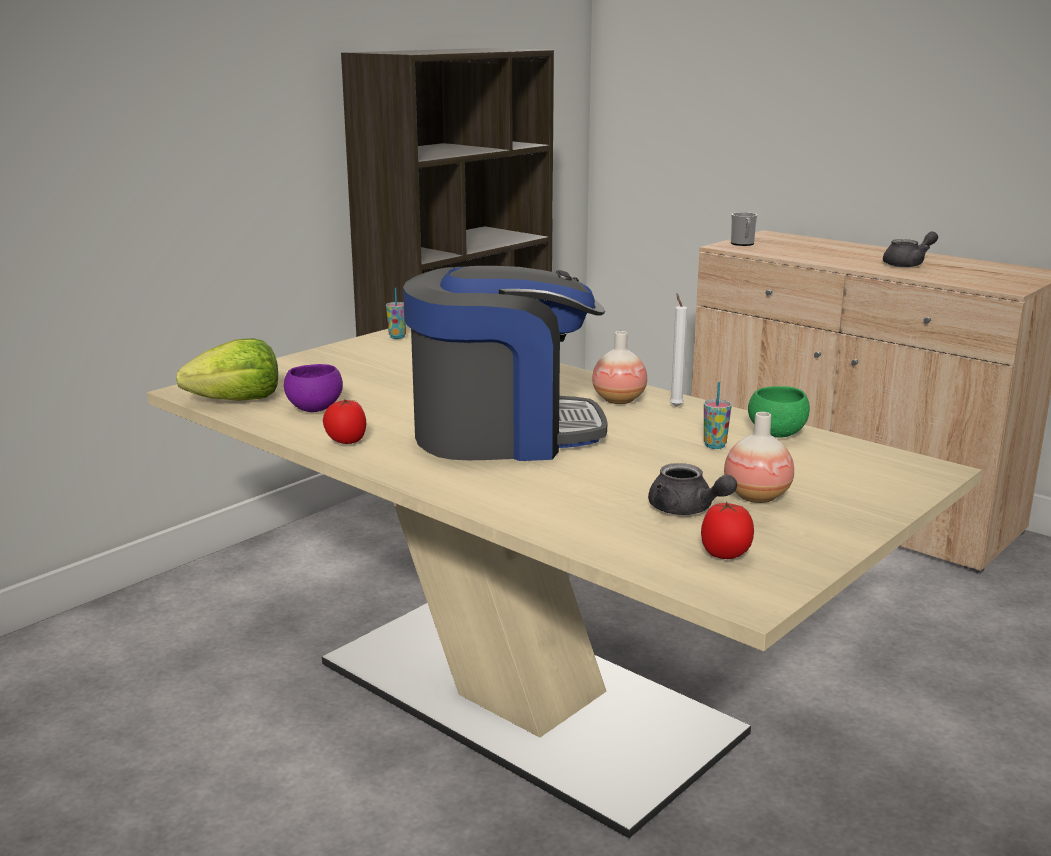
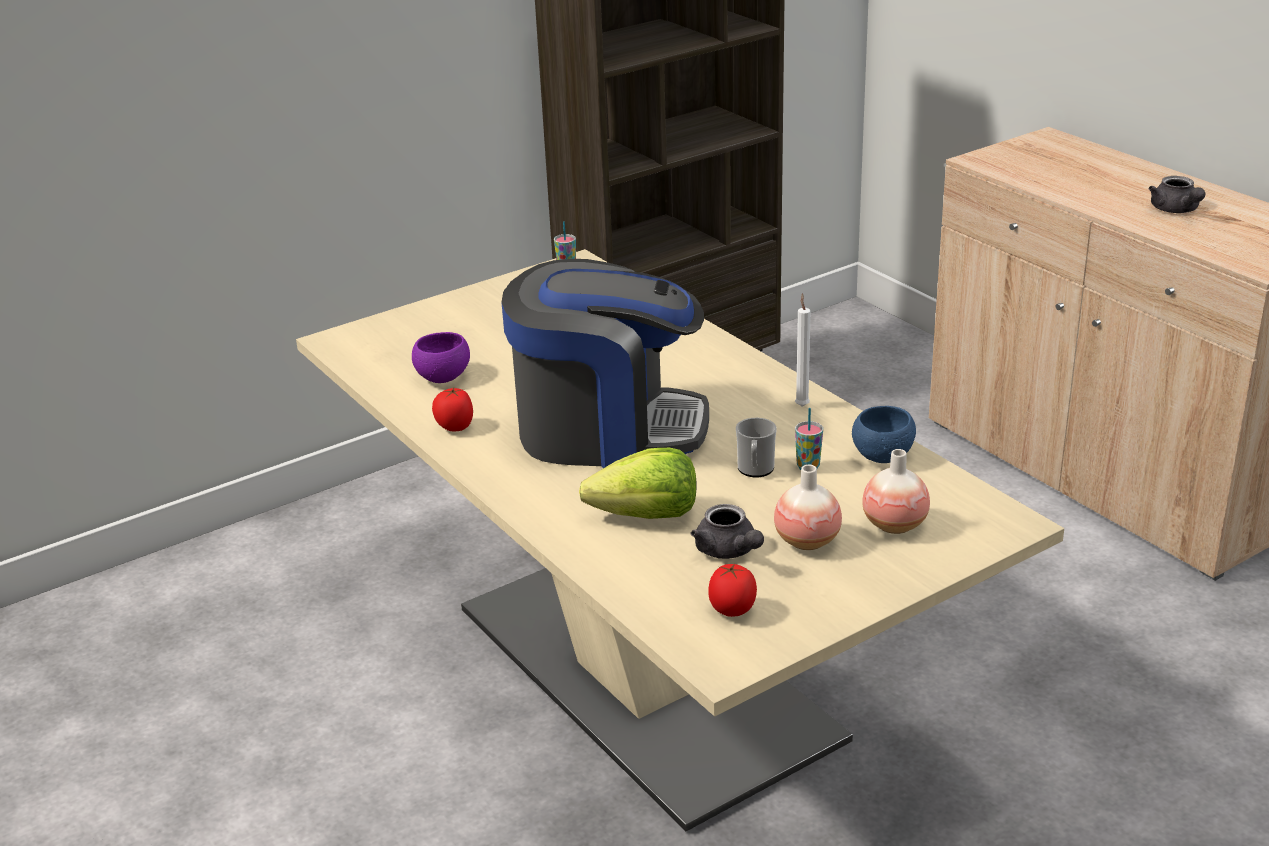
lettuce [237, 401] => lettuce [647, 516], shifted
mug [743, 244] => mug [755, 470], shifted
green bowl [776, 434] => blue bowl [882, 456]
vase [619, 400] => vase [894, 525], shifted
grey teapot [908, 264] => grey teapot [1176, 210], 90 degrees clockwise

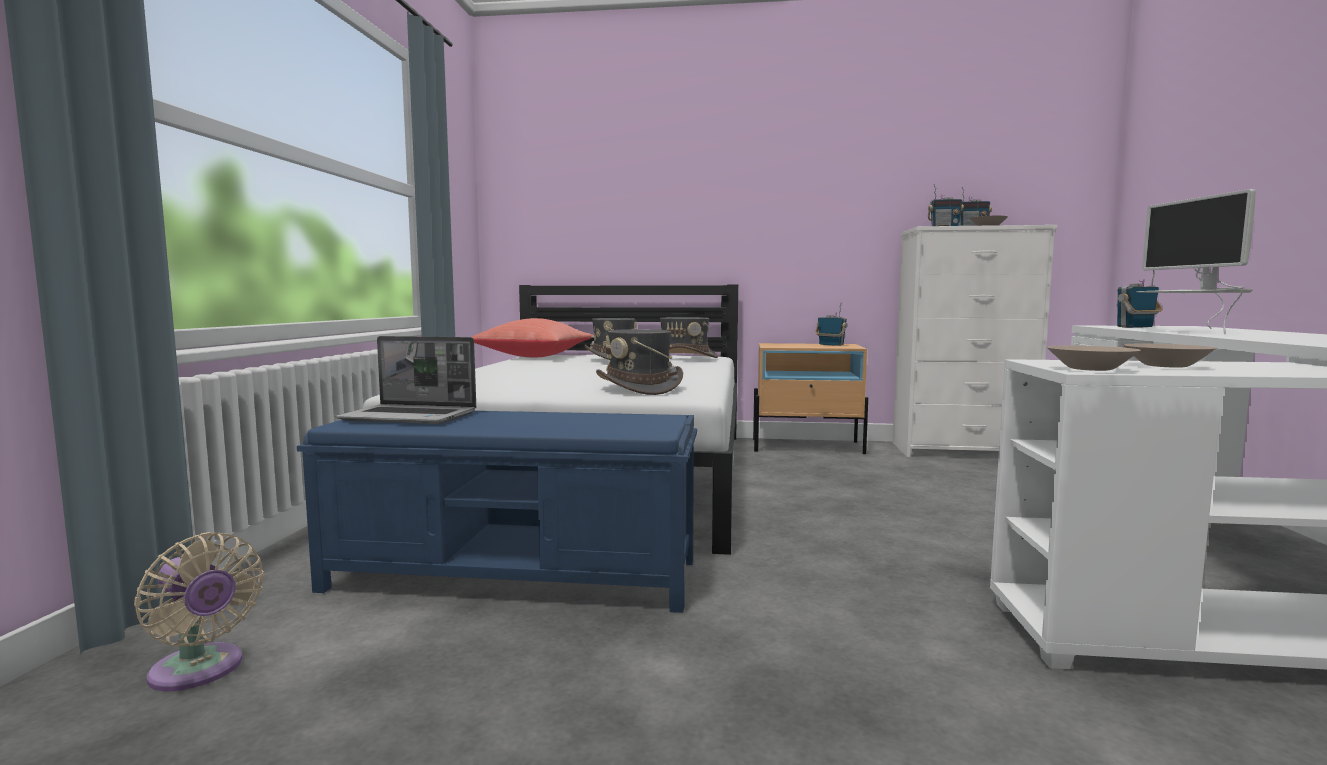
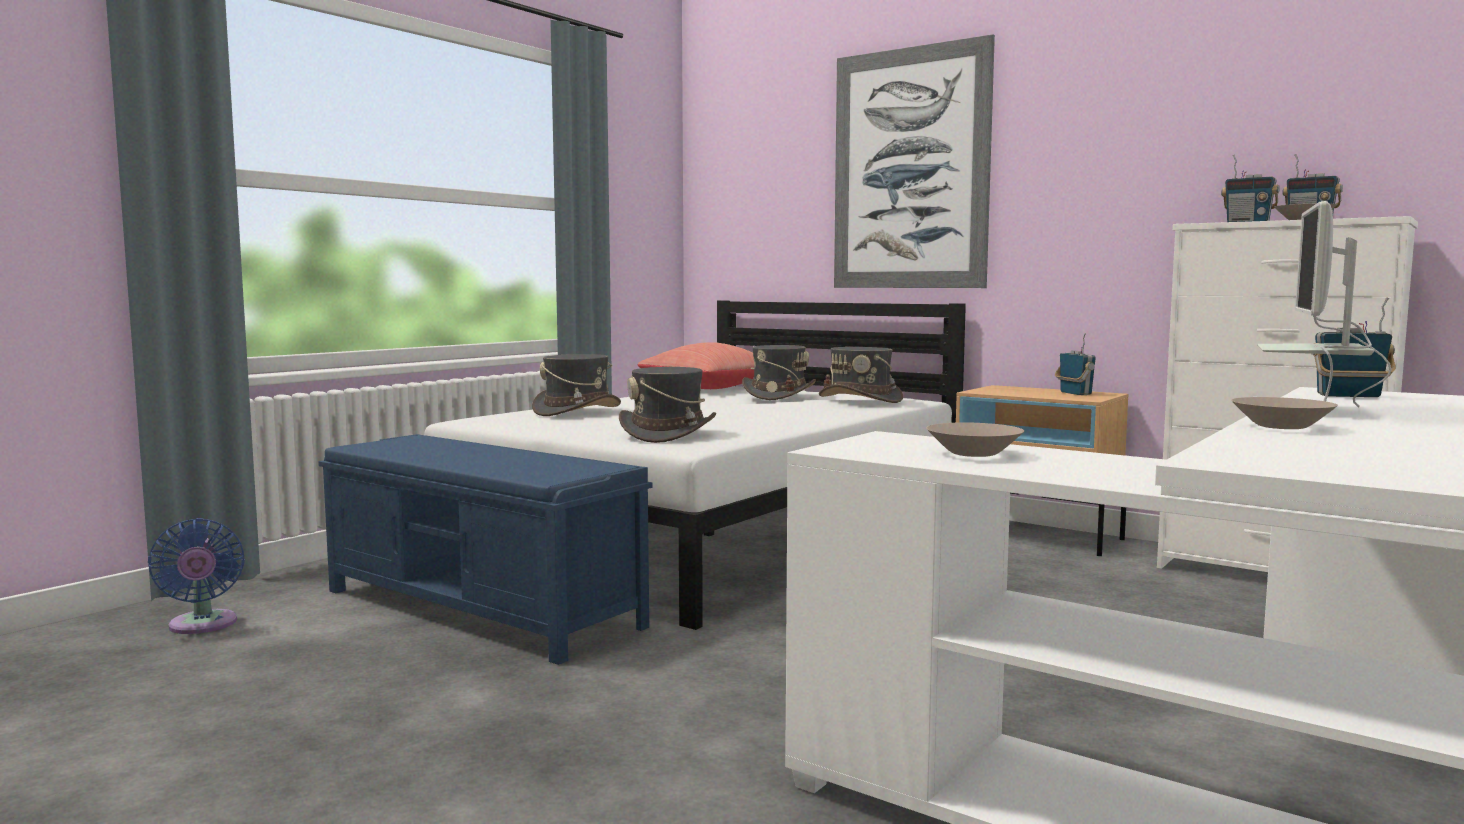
beige fan [200, 671] => blue fan [202, 626]
nothing => grey hat [577, 411]
nothing => picture [910, 169]
beige bowl [1091, 369] => beige bowl [1282, 427], shifted
laptop [411, 417] => nothing

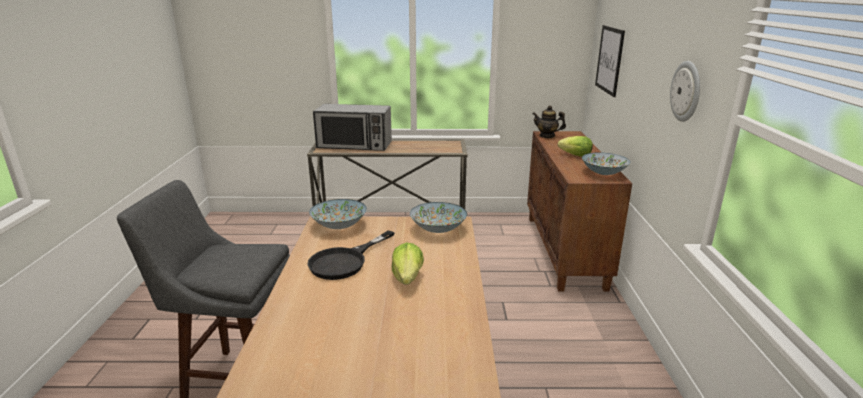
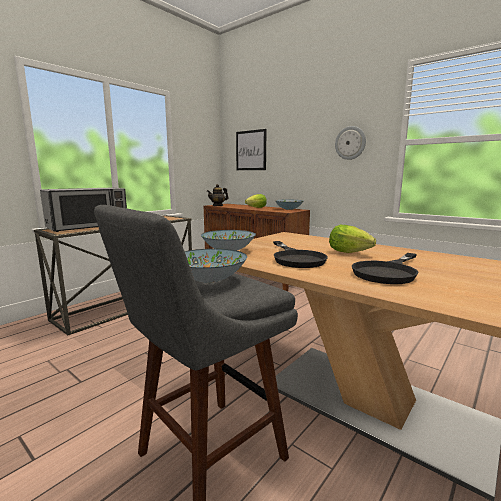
bowl [438, 229] => bowl [209, 279], shifted
nothing => black frying pan [388, 272]

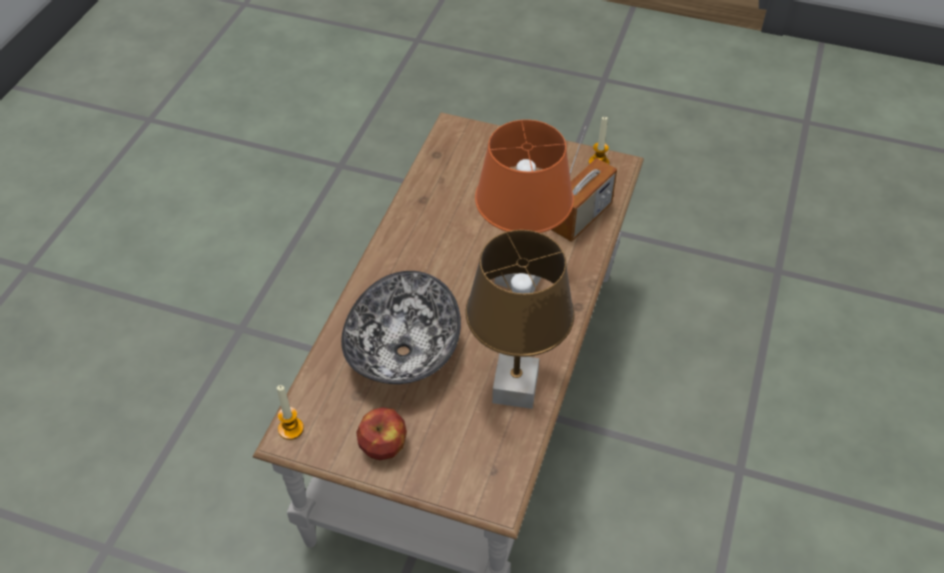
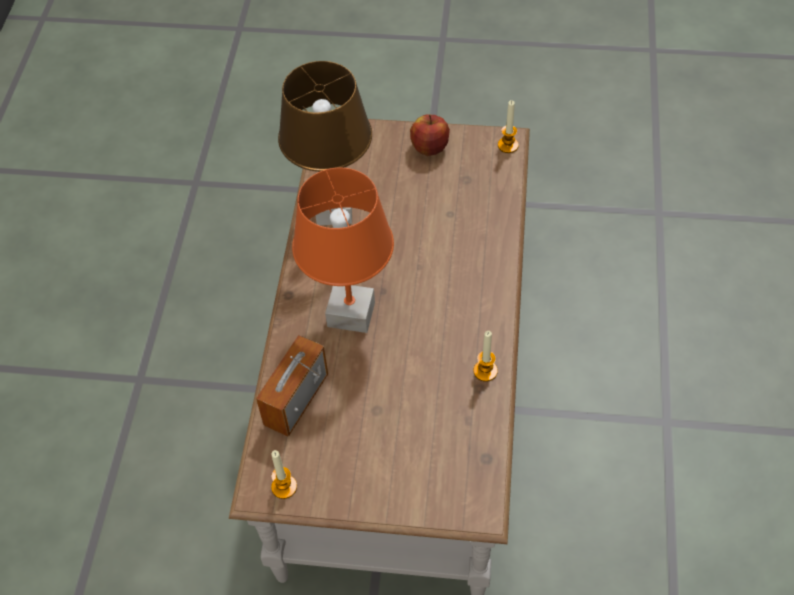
nothing => candle [485, 371]
bowl [402, 351] => nothing

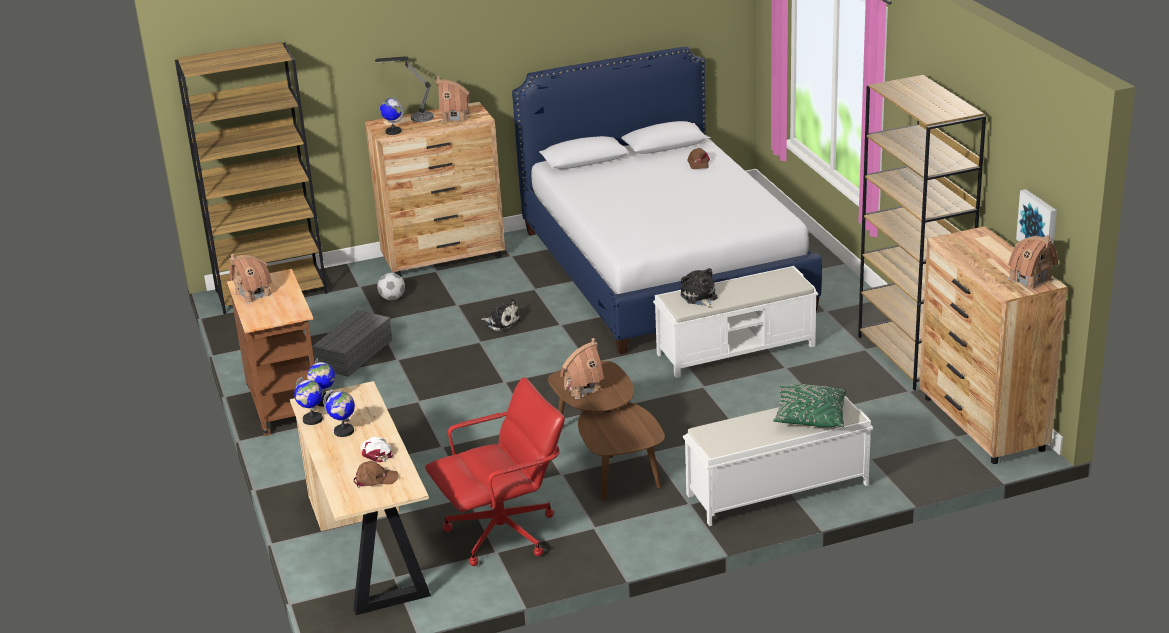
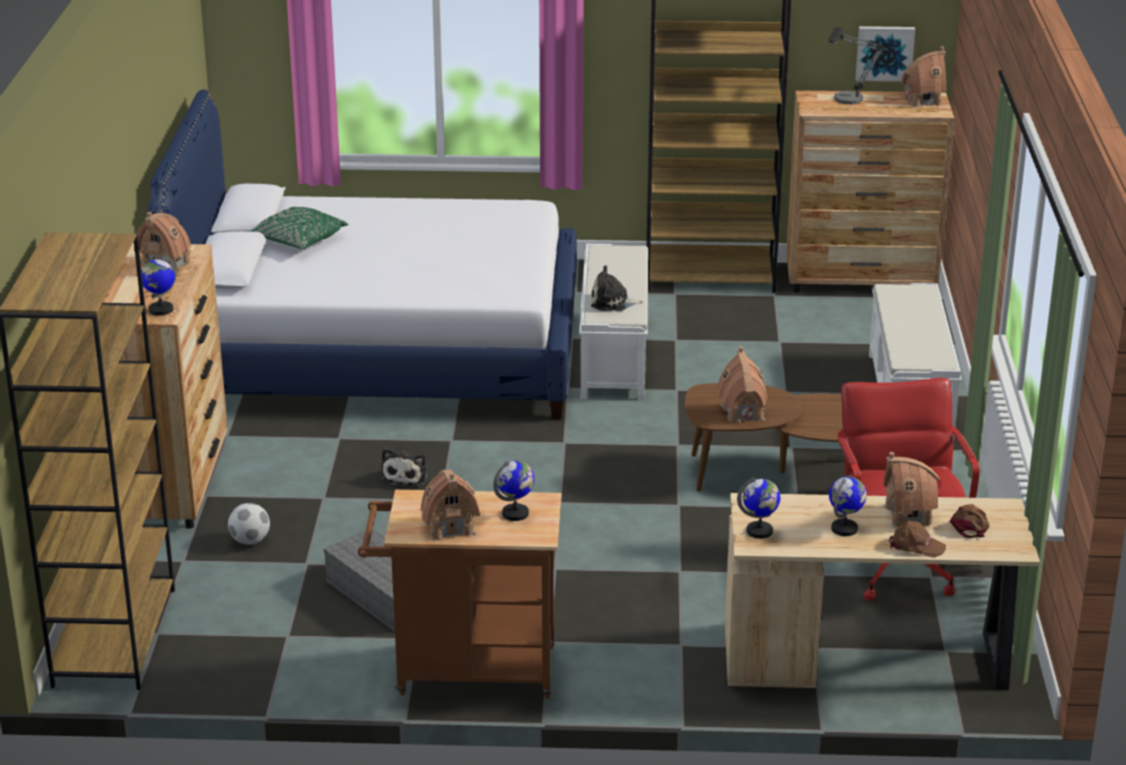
green pillow [810, 417] => green pillow [298, 241], shifted
plush toy [501, 322] => plush toy [406, 476], 135 degrees clockwise
globe [312, 419] => globe [515, 514], shifted
table lamp [415, 117] => table lamp [845, 102], shifted
white cap [376, 452] => toy house [908, 515]
brown cap [698, 163] => brown cap [916, 546], shifted

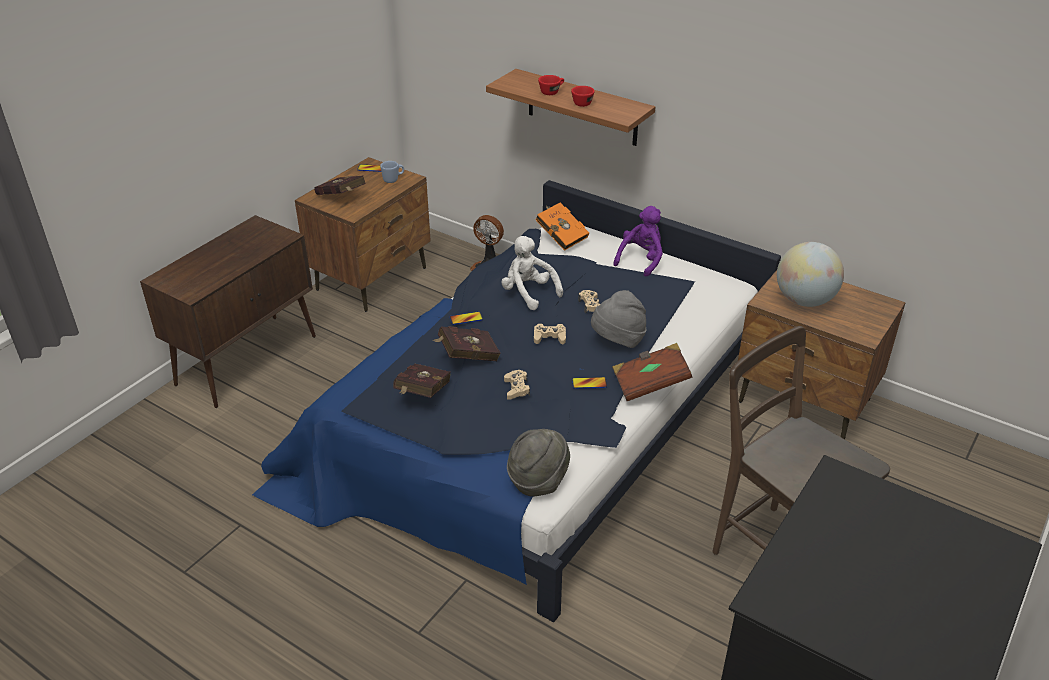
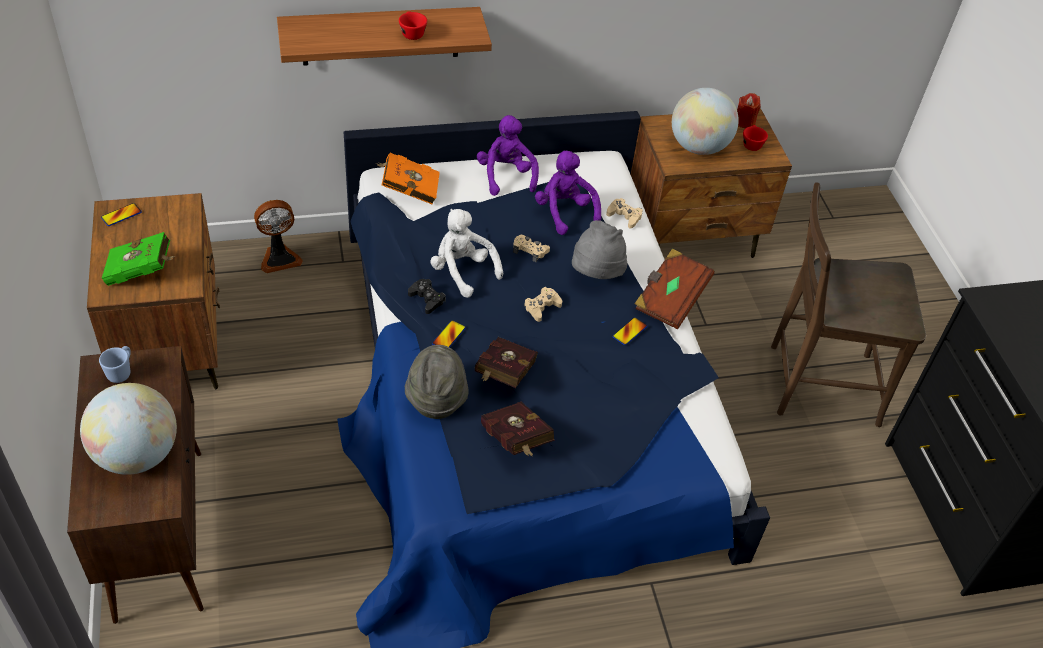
nothing => globe [137, 455]
blue mug [393, 179] => blue mug [121, 372], shifted
red book [342, 198] => green book [142, 272]
grey hat [538, 480] => grey hat [436, 398], shifted
nothing => black game controller [427, 299]
white plush toy [528, 293] => white plush toy [462, 271], 45 degrees clockwise
nothing => purple plush toy [564, 212]
beige game controller [516, 388] => beige game controller [624, 216], shifted
nothing => red candle [744, 122]
red cup [551, 92] => red cup [751, 144], shifted

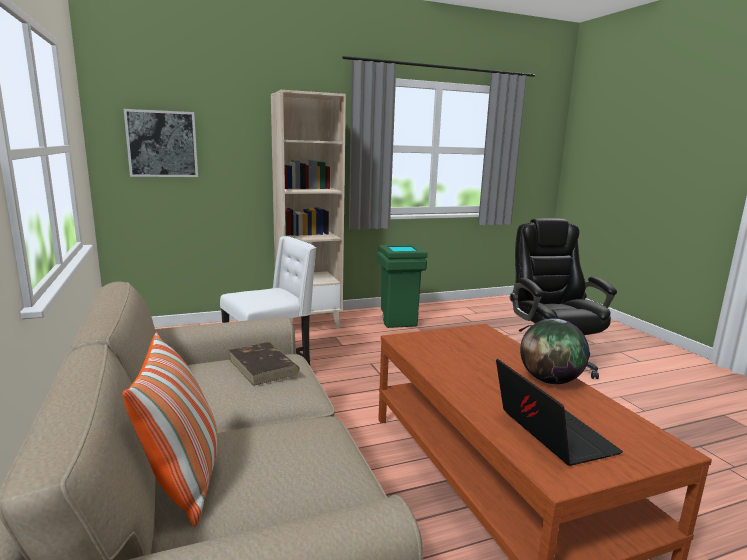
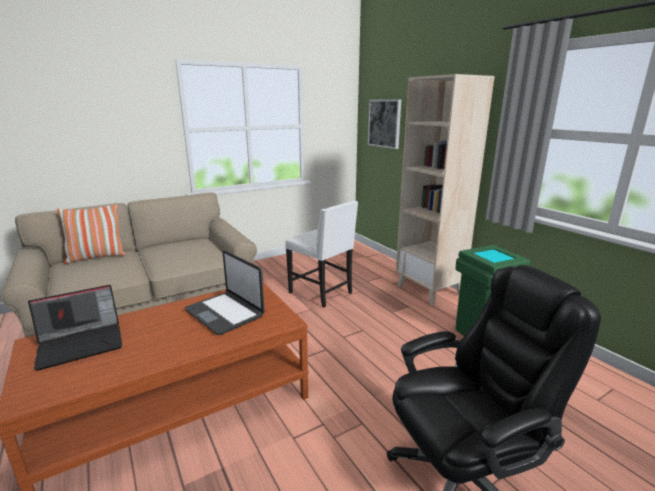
nothing => laptop [225, 313]
brown book [263, 367] => nothing
globe [550, 380] => nothing

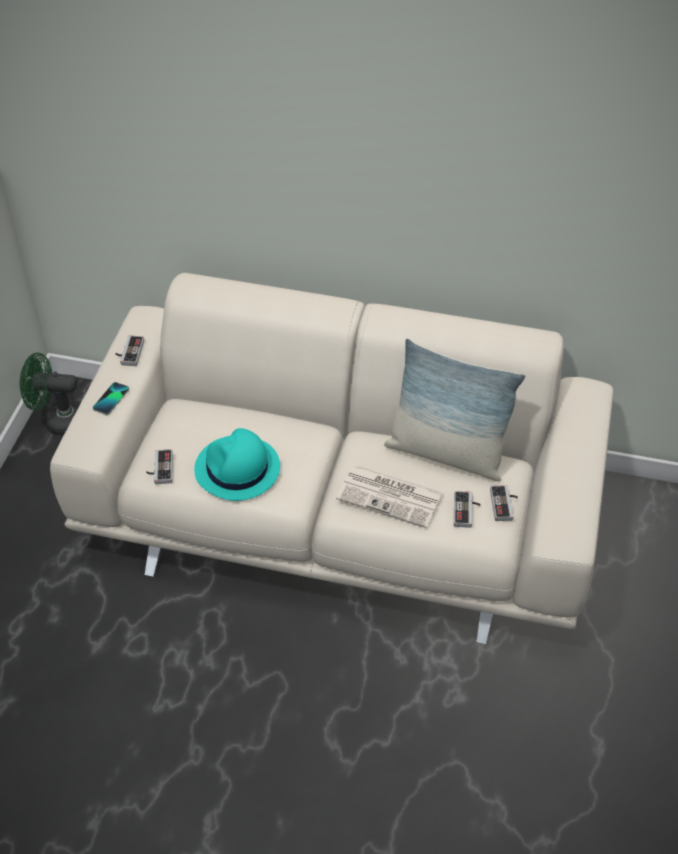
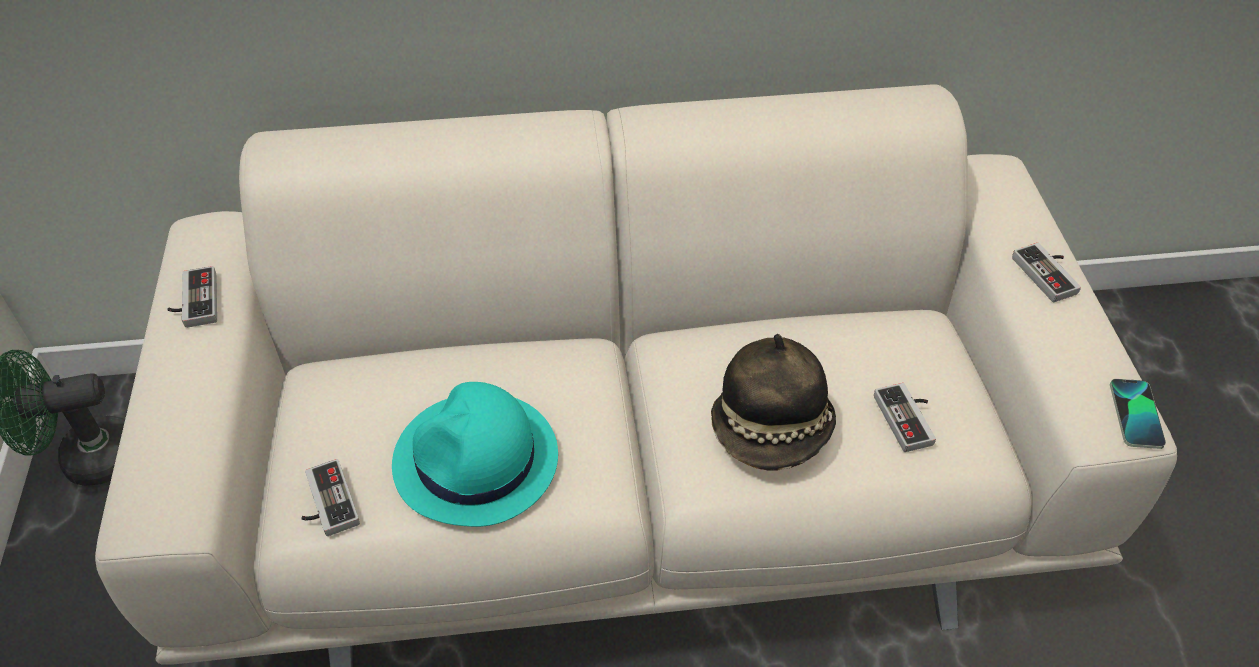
newspaper [391, 496] => hat [772, 430]
game controller [505, 504] => game controller [1050, 274], shifted
phone [111, 399] => phone [1136, 414], shifted
pillow [446, 453] => nothing

